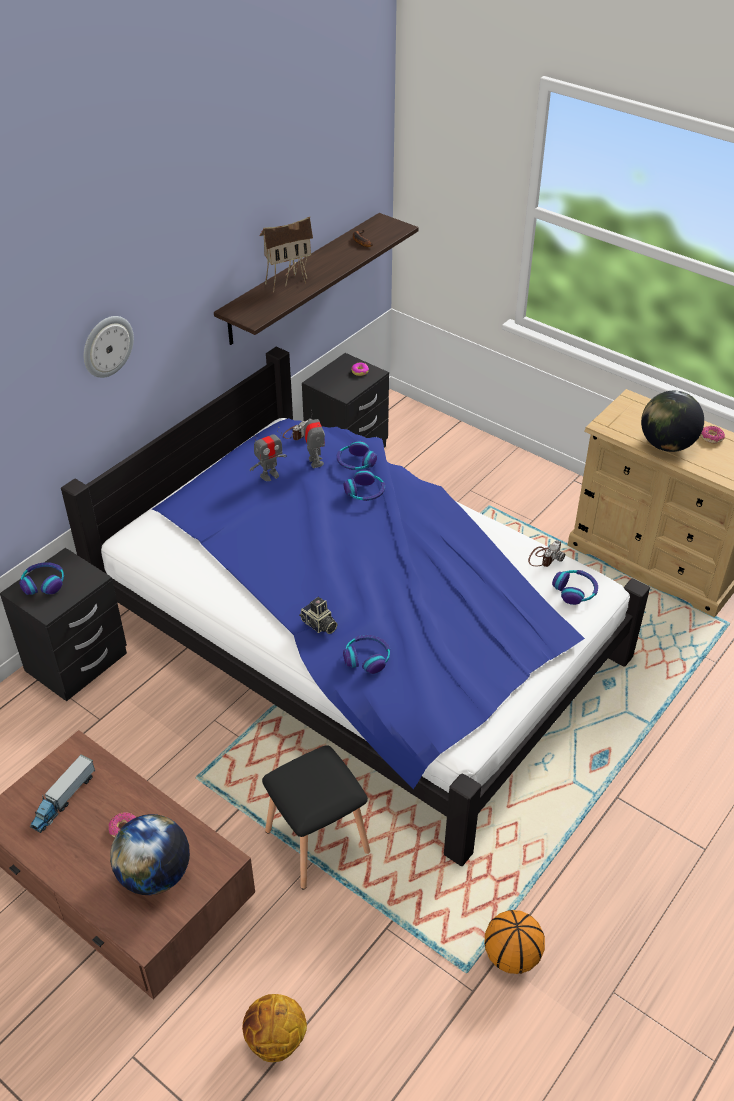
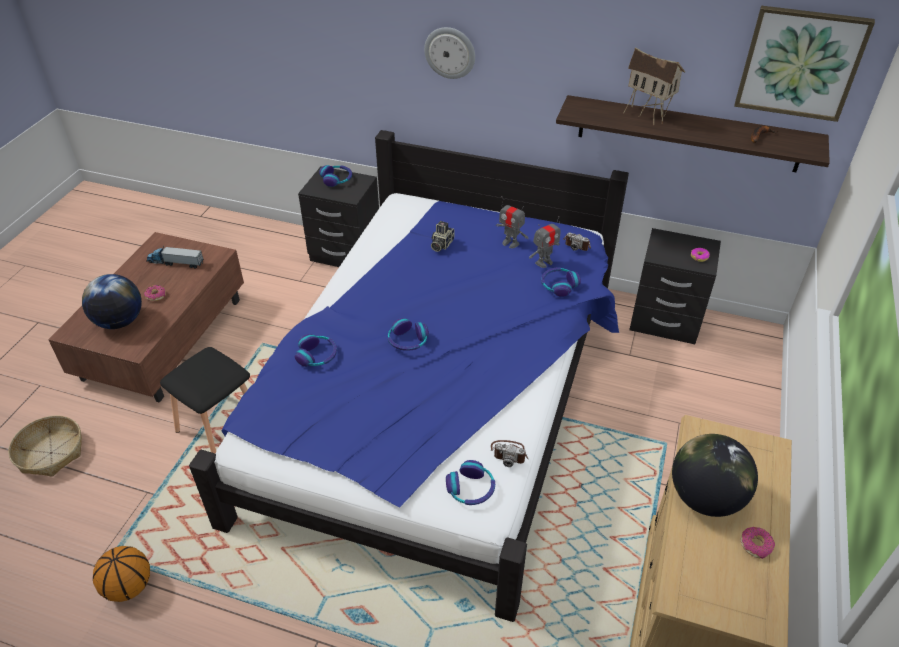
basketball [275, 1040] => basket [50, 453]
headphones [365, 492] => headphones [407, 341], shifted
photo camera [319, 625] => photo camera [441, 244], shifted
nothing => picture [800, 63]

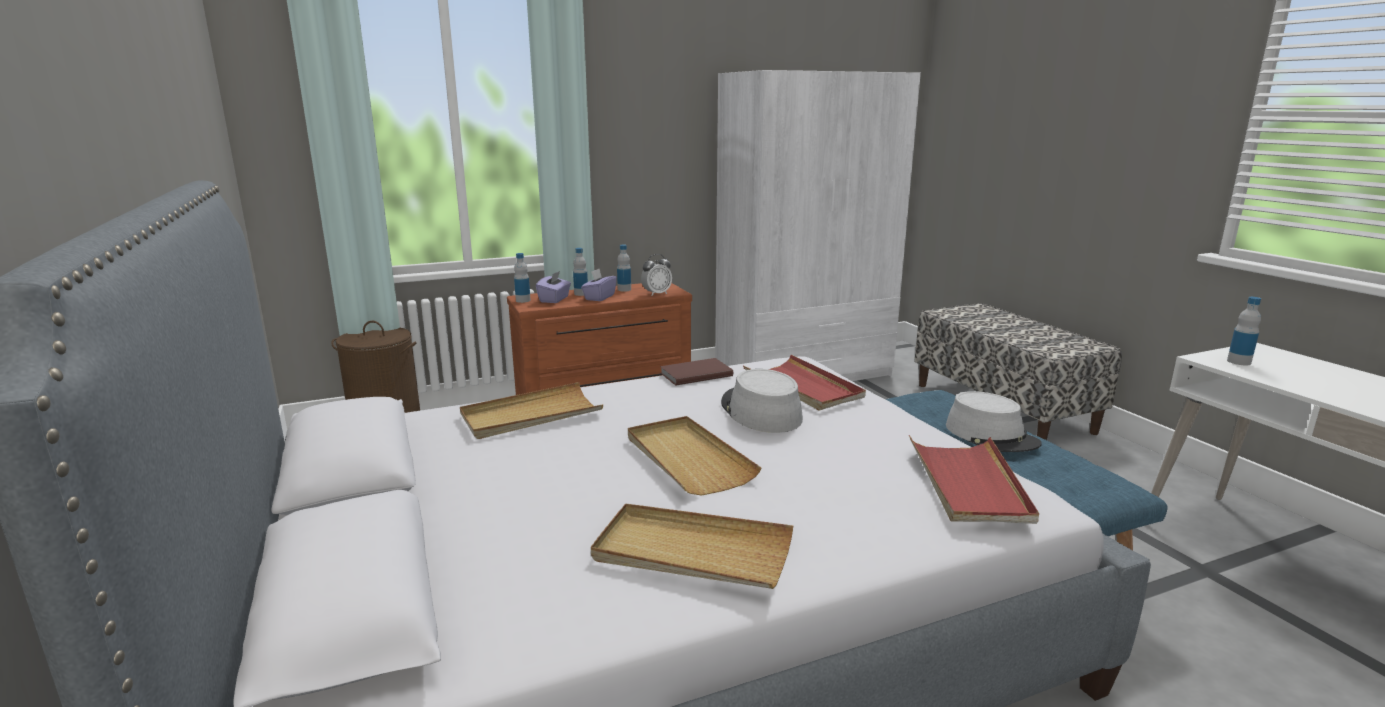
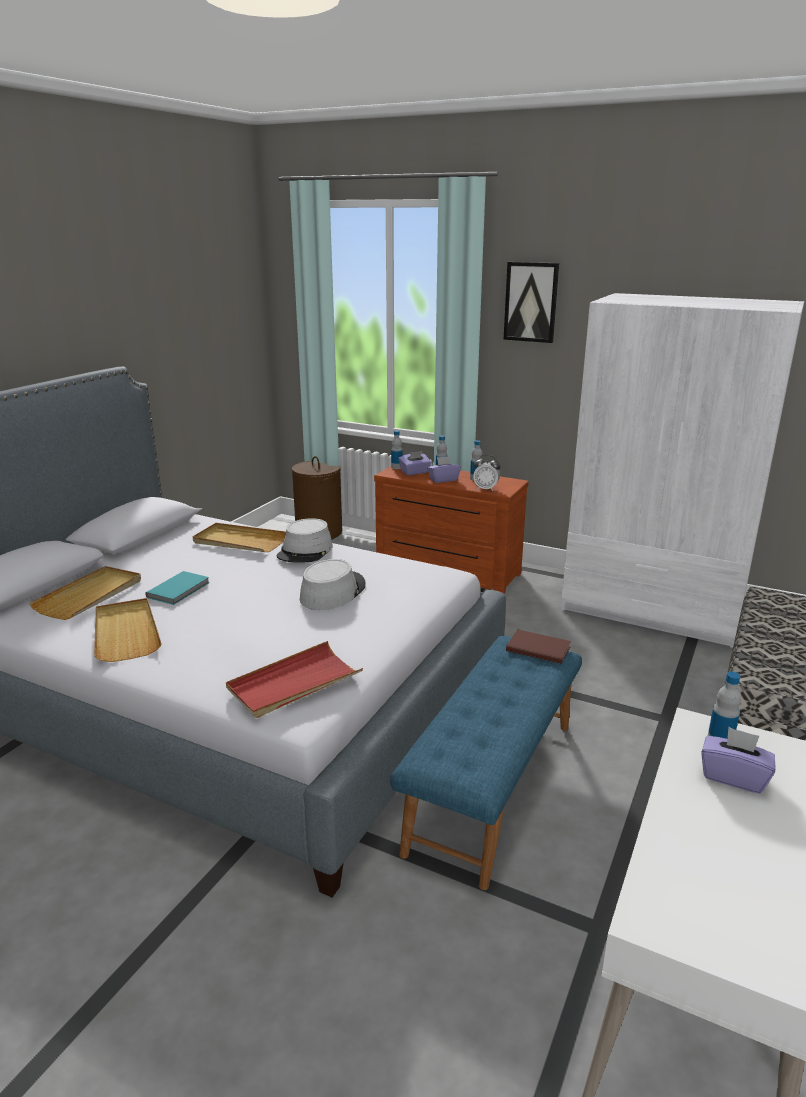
beige tray [687, 459] => beige tray [90, 596], shifted
nothing => turquoise book [180, 590]
grey hat [991, 435] => grey hat [305, 551], shifted
nothing => picture [531, 302]
brown book [694, 374] => brown book [538, 648], shifted
nothing => purple tissue box [733, 776]
red tray [803, 387] => nothing

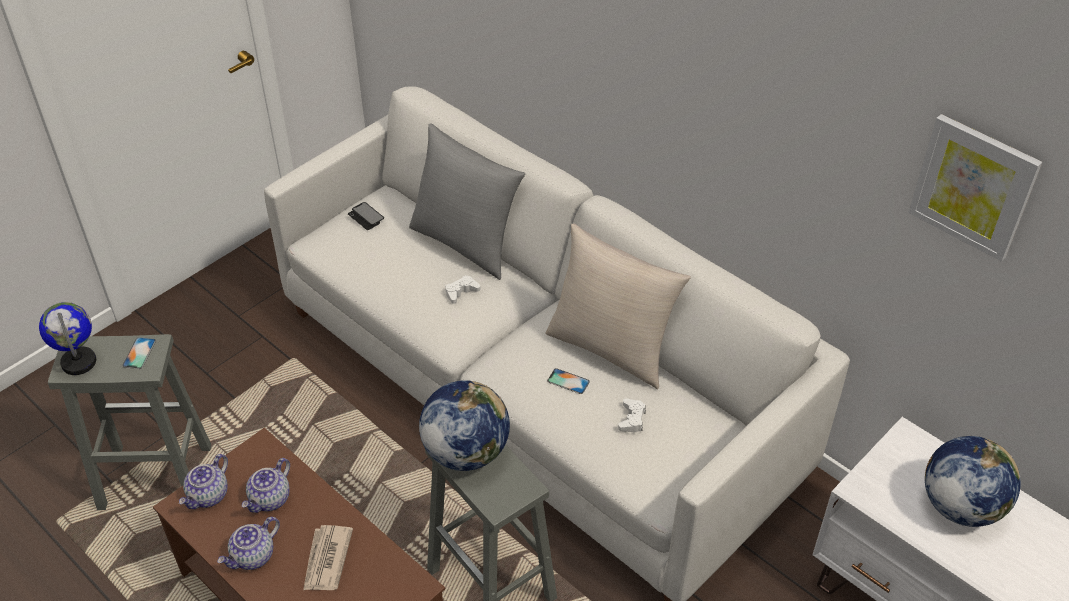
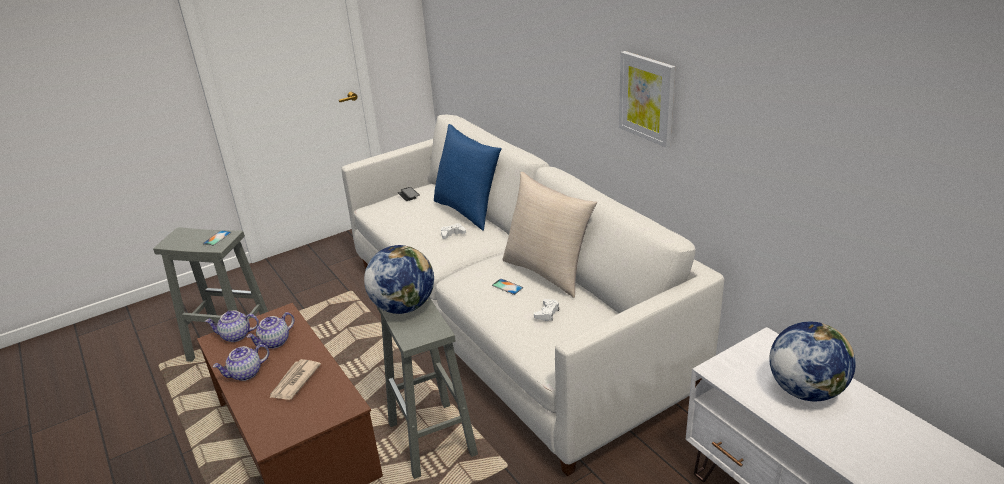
teapot [209, 496] => teapot [235, 336], 45 degrees clockwise
grey pillow [466, 243] => blue pillow [468, 211]
picture [973, 186] => picture [647, 98], shifted
globe [79, 362] => nothing

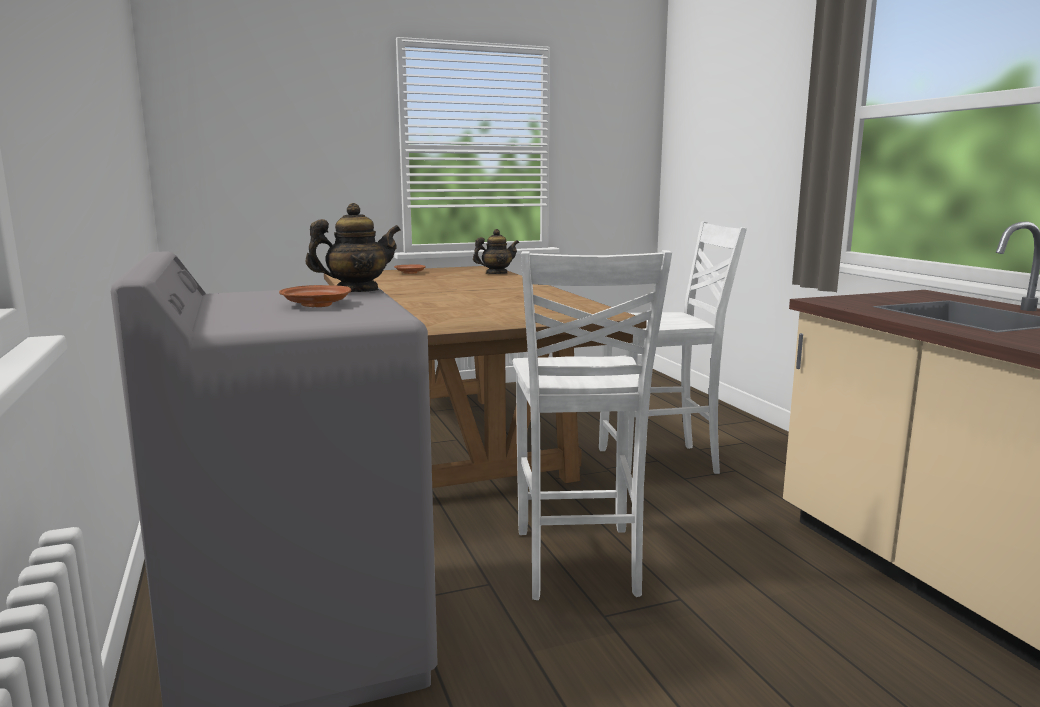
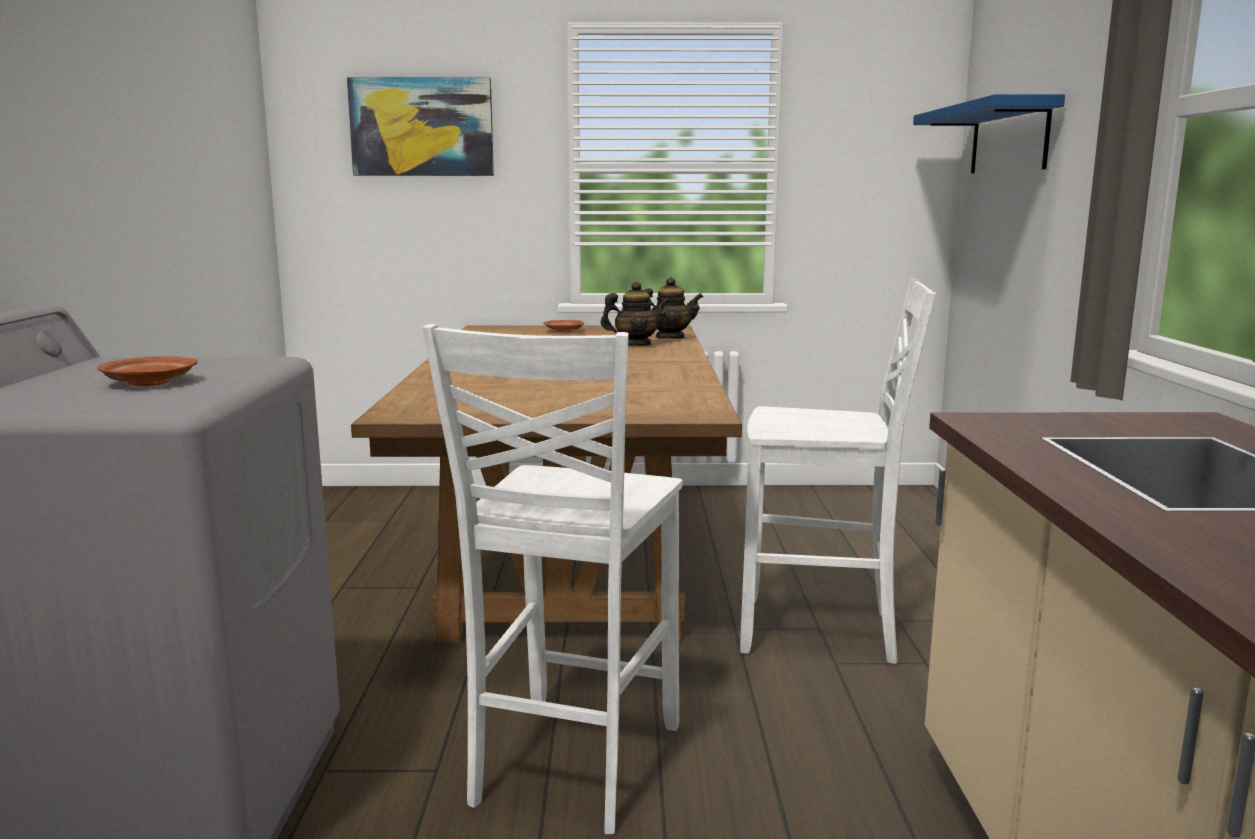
nothing => picture [422, 127]
teapot [356, 291] => teapot [635, 345], shifted
nothing => blue shelf [1009, 139]

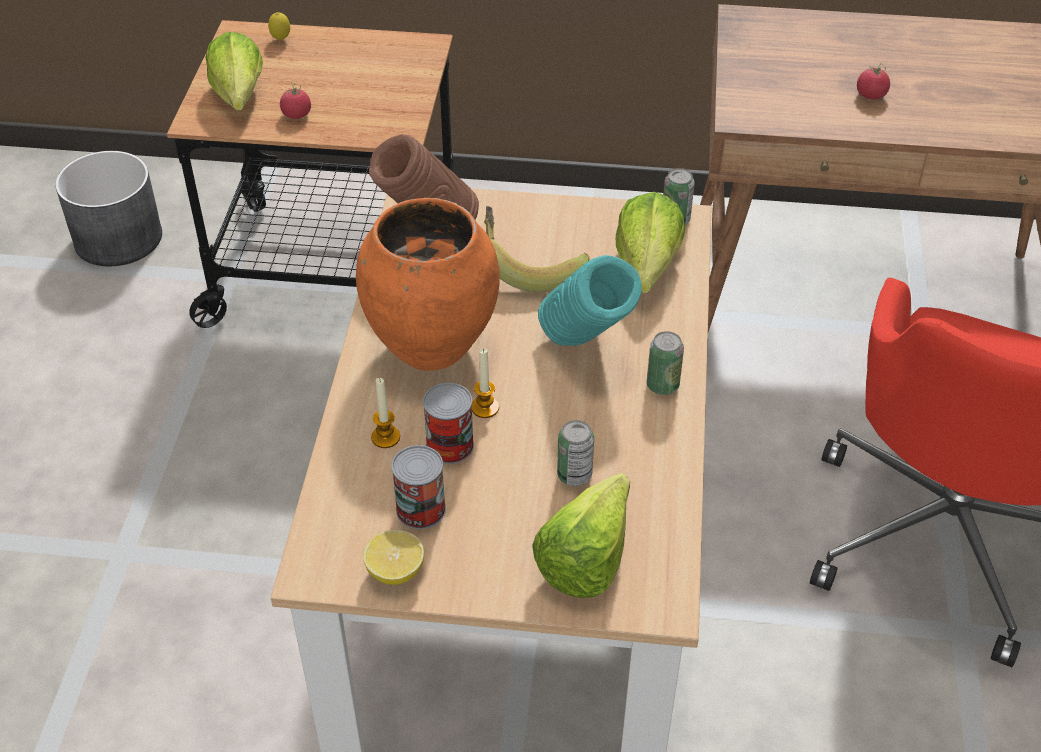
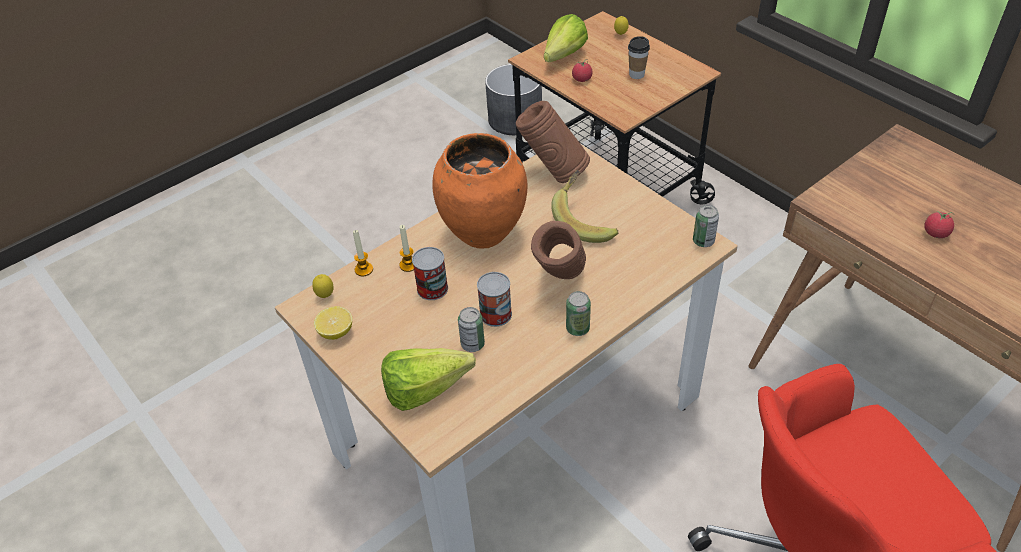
nothing => lemon [325, 296]
candle [485, 408] => candle [364, 269], shifted
can [420, 509] => can [495, 314], shifted
turquoise vase [586, 350] => brown vase [559, 283]
nothing => cup [636, 75]
lettuce [643, 274] => nothing

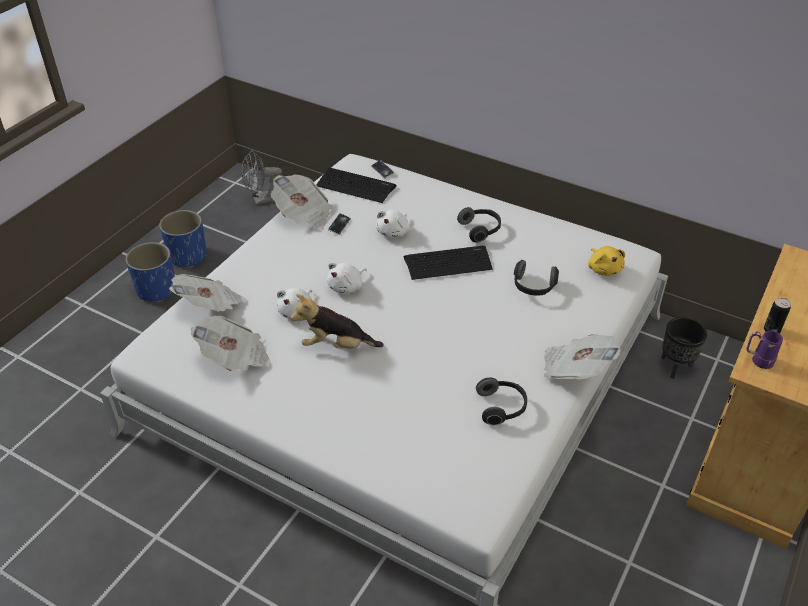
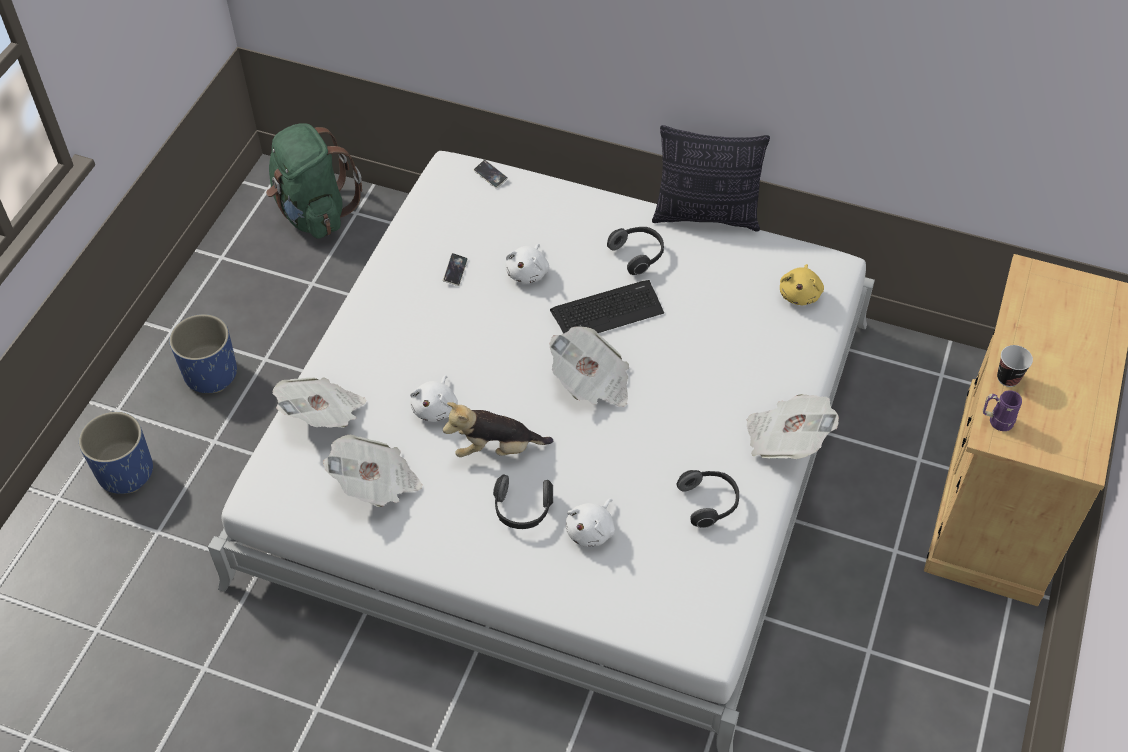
blue planter [188, 256] => blue planter [125, 472], shifted
grey fan [262, 200] => green backpack [314, 212]
headphones [533, 287] => headphones [522, 510], shifted
newspaper [303, 215] => newspaper [591, 382], shifted
white plush toy [347, 286] => white plush toy [591, 530], shifted
nothing => pillow [706, 216]
yellow plush toy [604, 269] => yellow plush toy [800, 294], 45 degrees clockwise
can [771, 330] => cup [1008, 378]
keyboard [355, 186] => nothing
black planter [675, 367] => nothing

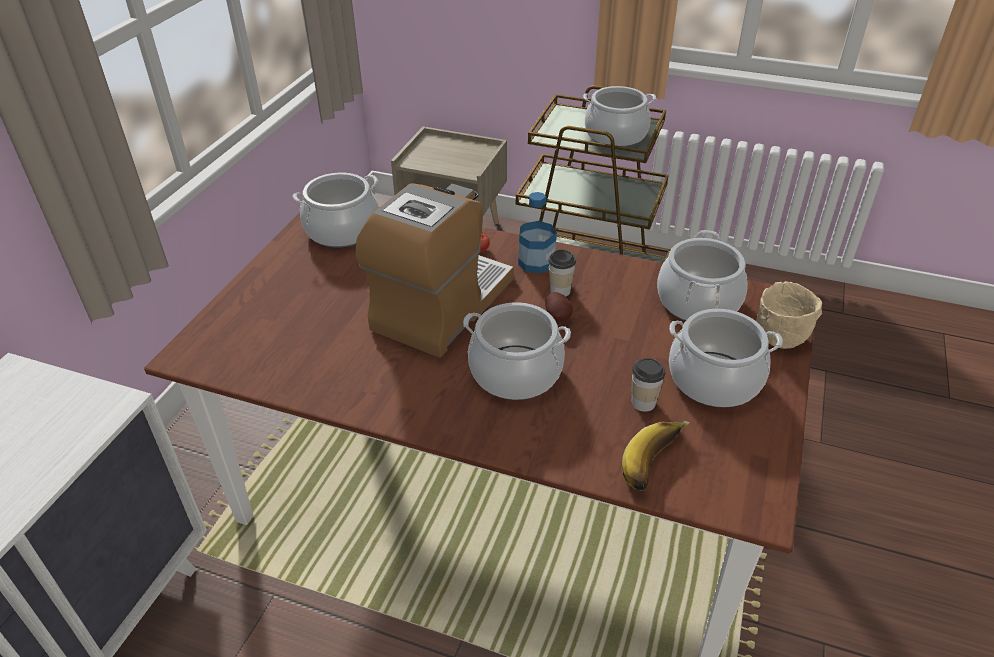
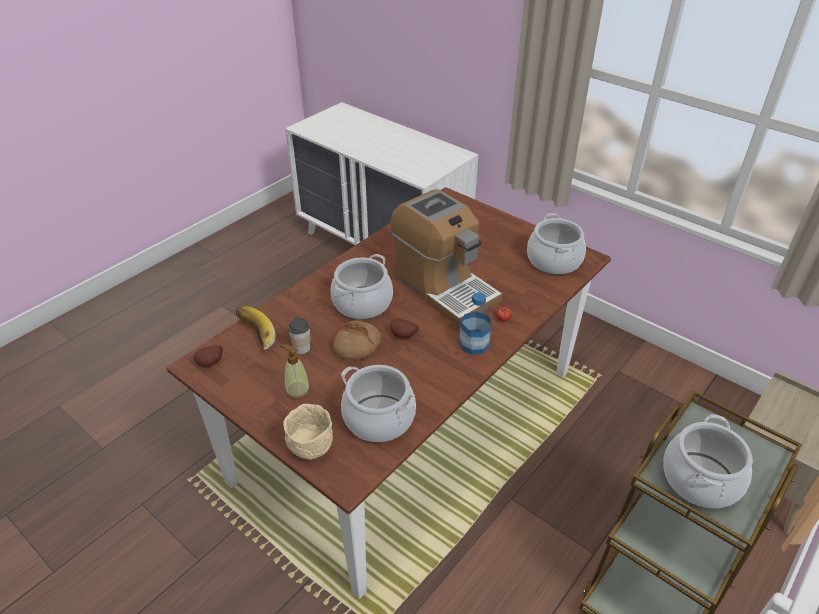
nothing => potato [211, 363]
cooking pot [714, 379] => soap dispenser [297, 390]
nothing => bread [357, 346]
cup [560, 291] => nothing

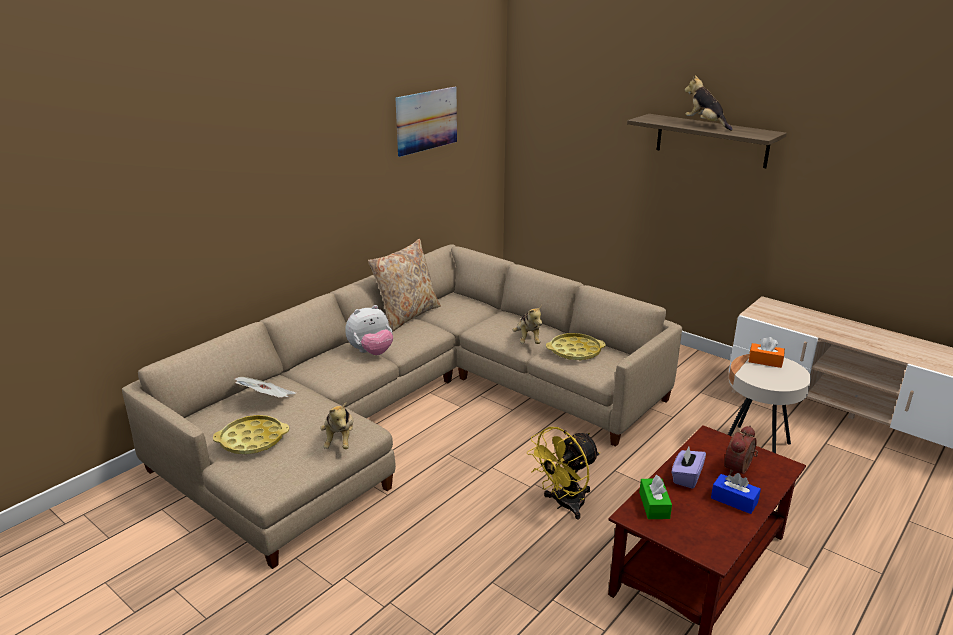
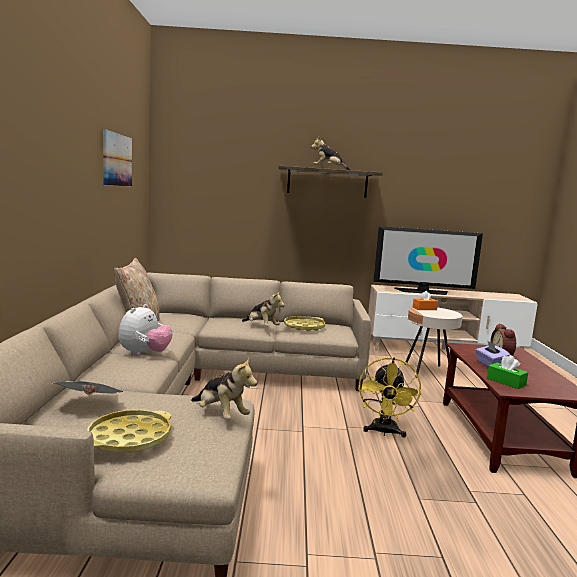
nothing => television [422, 291]
blue tissue box [734, 500] => nothing

